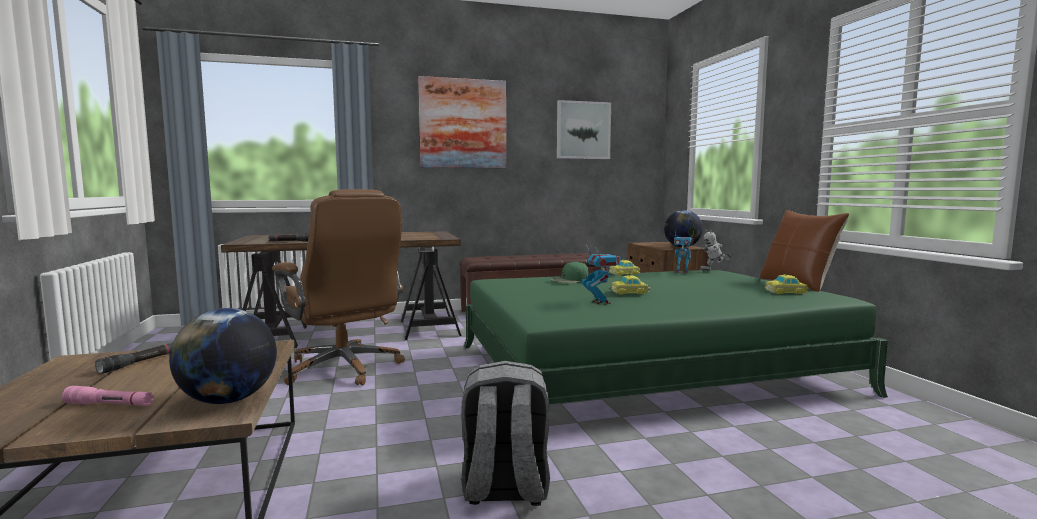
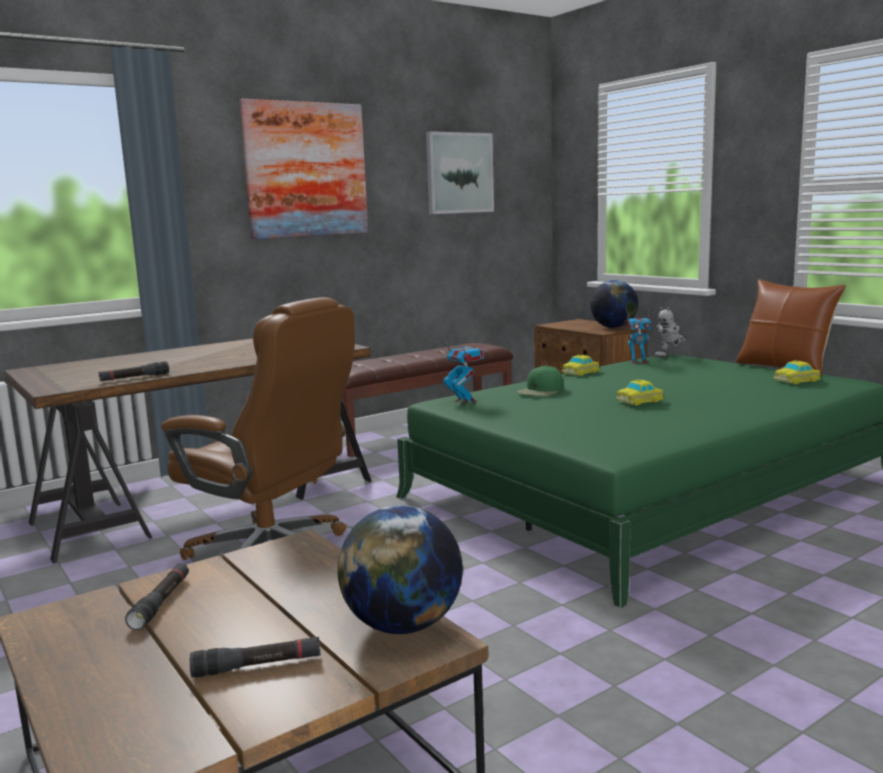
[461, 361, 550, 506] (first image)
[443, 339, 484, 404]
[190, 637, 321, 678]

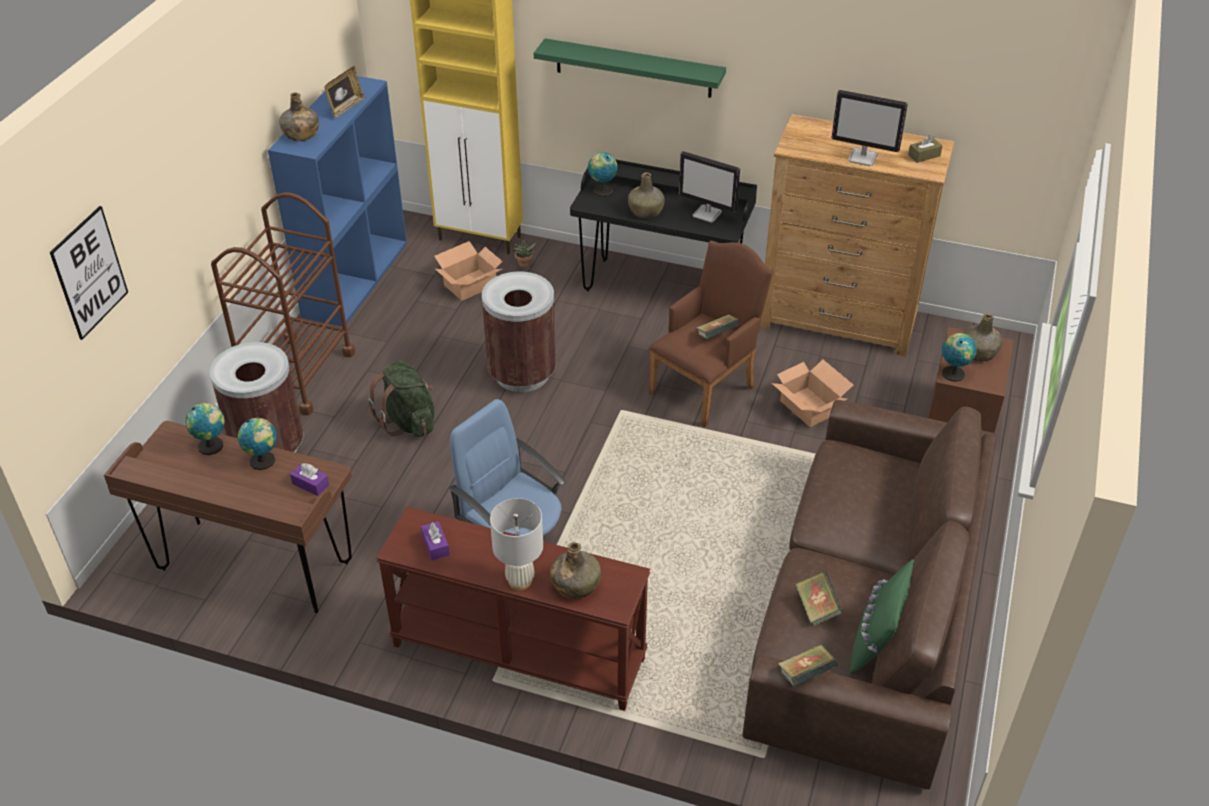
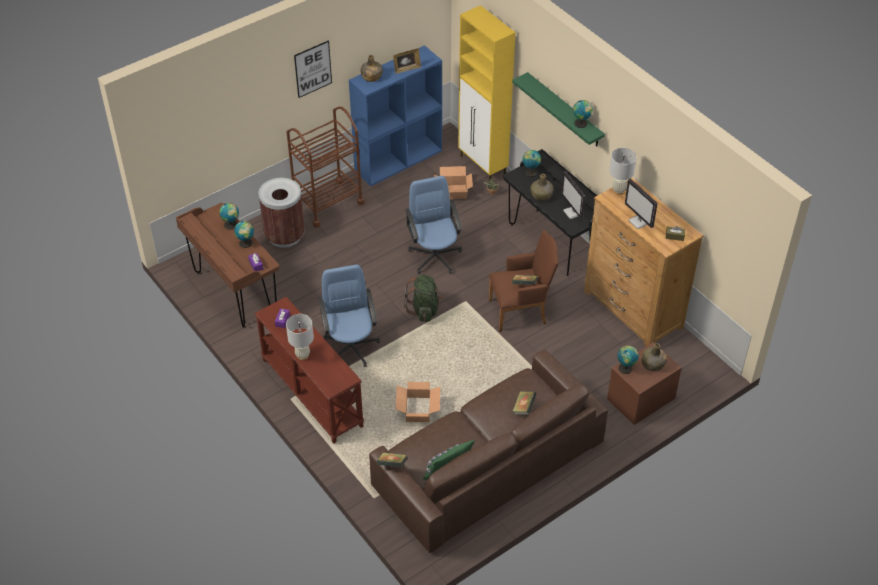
[550, 542, 601, 598] (first image)
[573, 100, 593, 128]
[609, 148, 636, 195]
[294, 41, 332, 98]
[404, 275, 442, 322]
[396, 382, 440, 422]
[512, 391, 536, 415]
[405, 176, 463, 274]

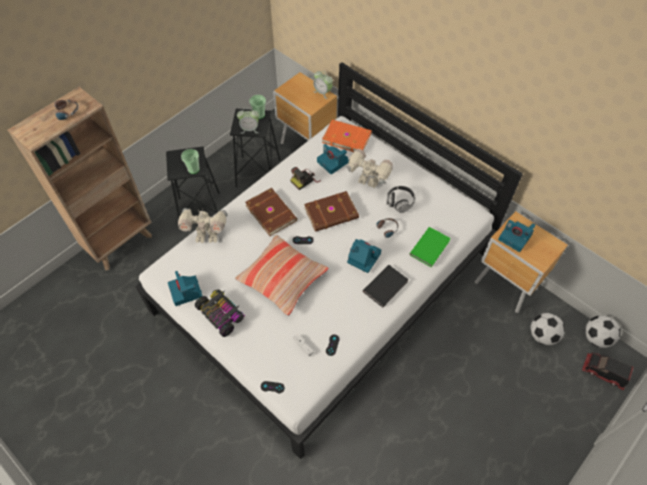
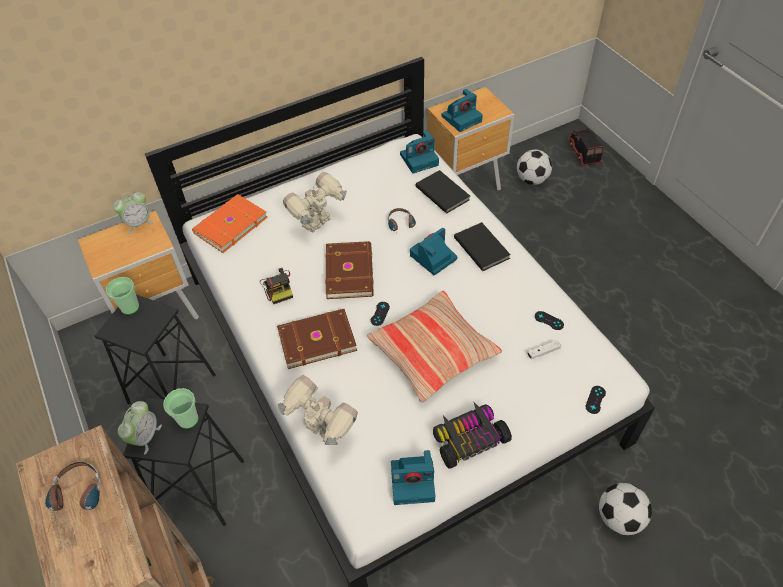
[387, 186, 415, 213] (first image)
[118, 401, 162, 454]
[400, 130, 439, 174]
[599, 483, 652, 535]
[415, 170, 470, 214]
[278, 375, 358, 445]
[567, 128, 603, 166]

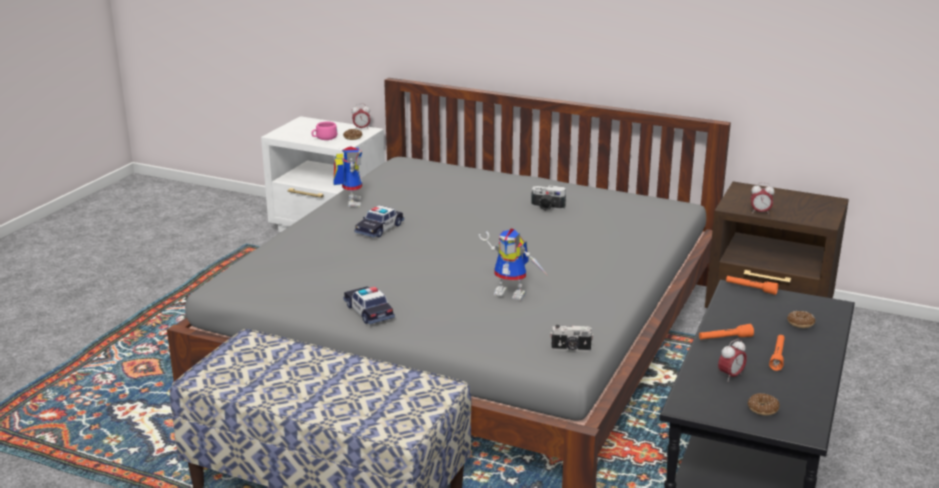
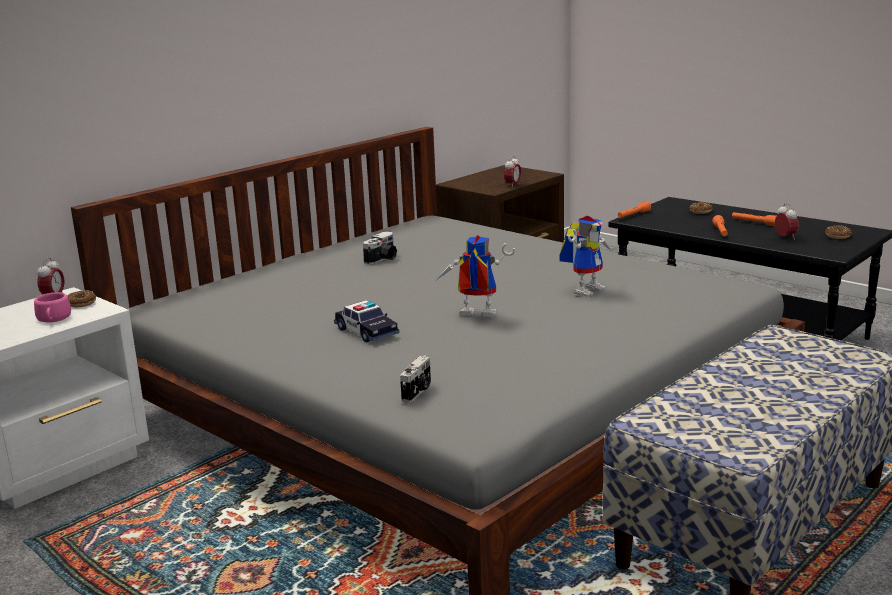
[343, 286, 395, 324] (first image)
[434, 235, 516, 317]
[400, 356, 431, 403]

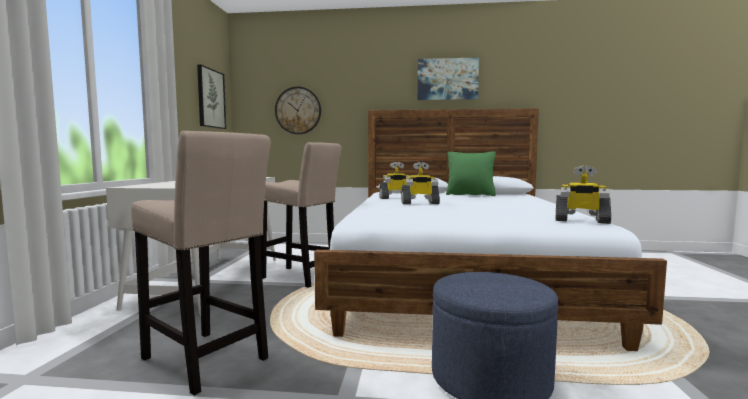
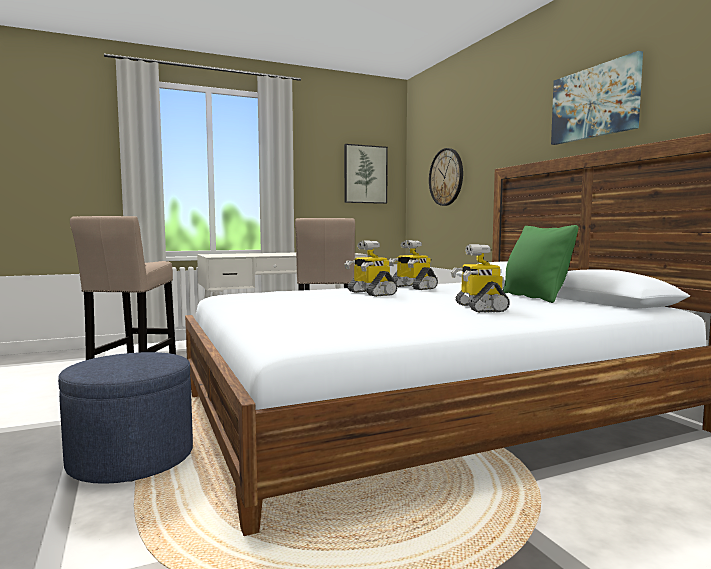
[451, 244, 510, 313]

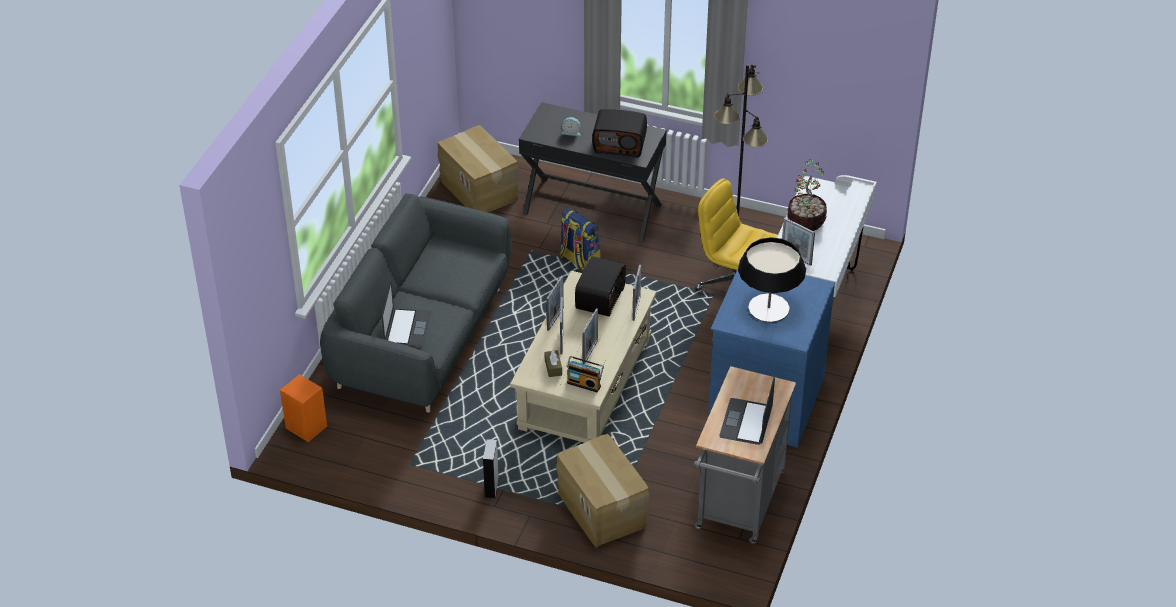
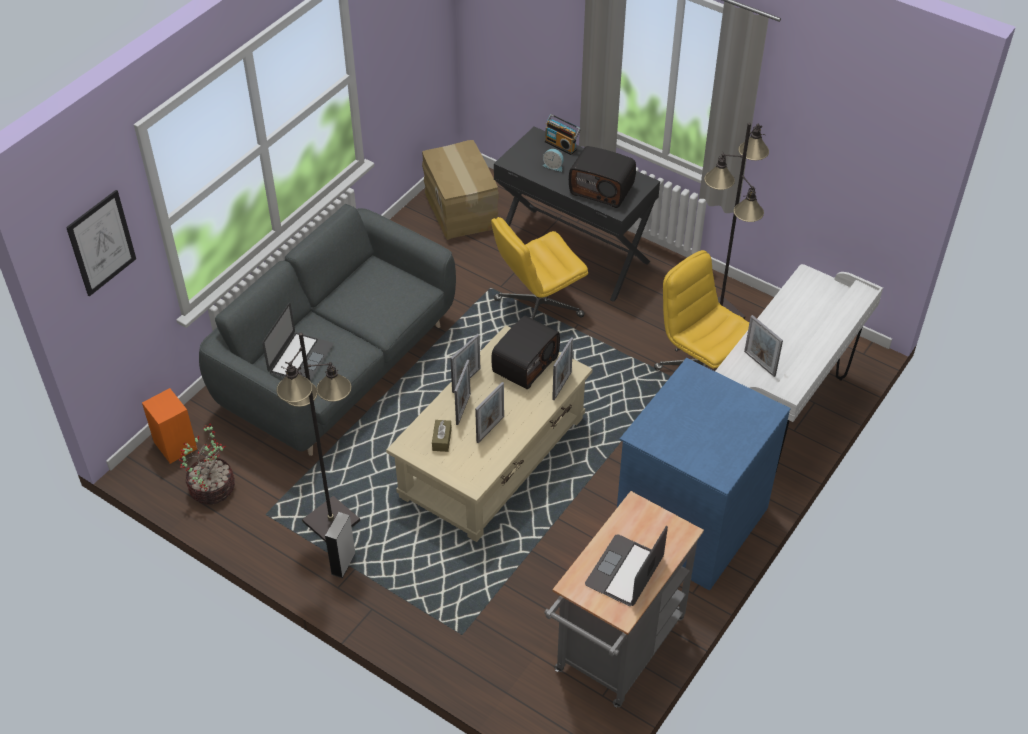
[556, 434, 650, 548] (first image)
[738, 237, 806, 323] (first image)
[66, 190, 136, 297]
[276, 333, 360, 542]
[545, 114, 581, 155]
[179, 424, 235, 505]
[491, 217, 588, 319]

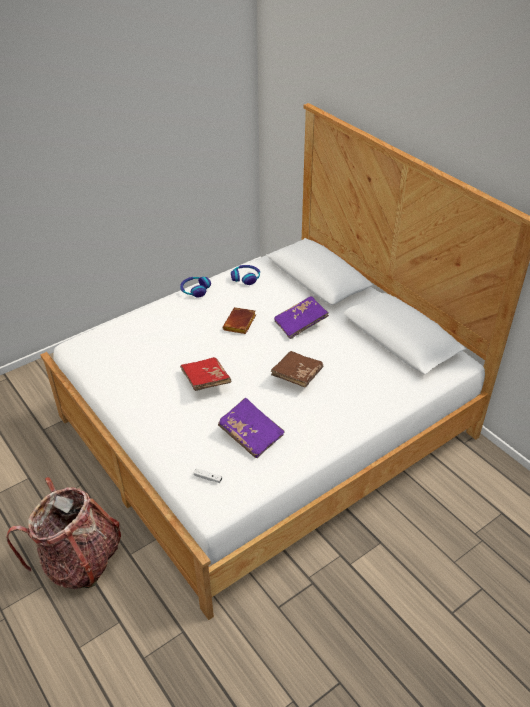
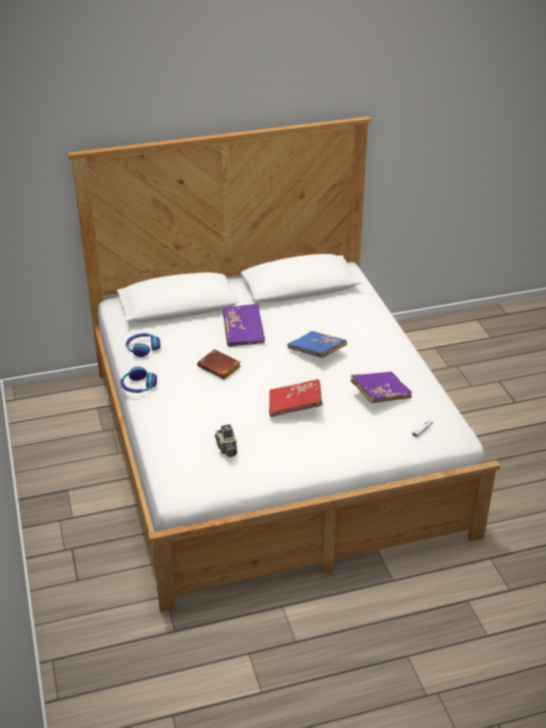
[6, 477, 121, 589] (first image)
[215, 424, 238, 458]
[287, 331, 347, 358]

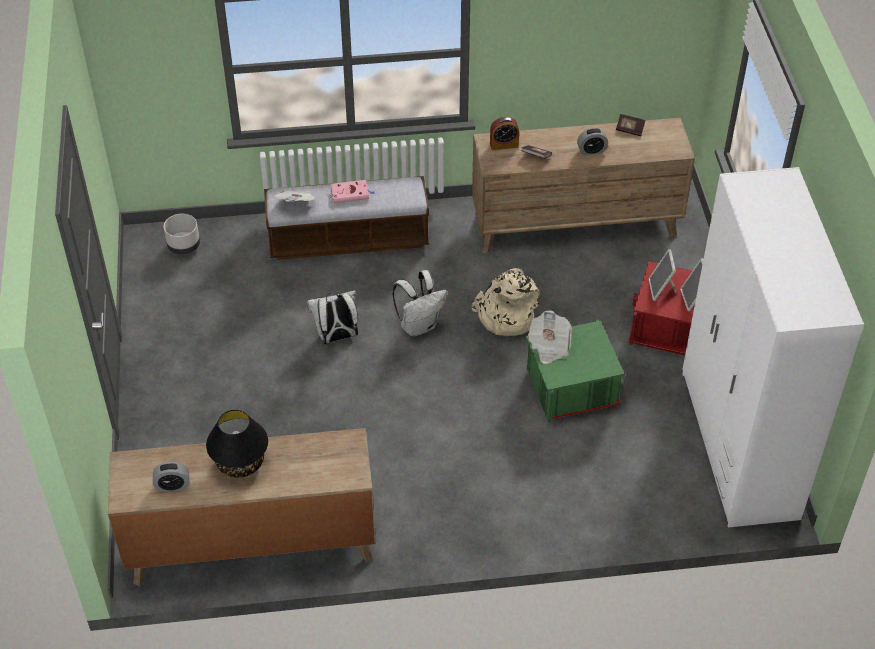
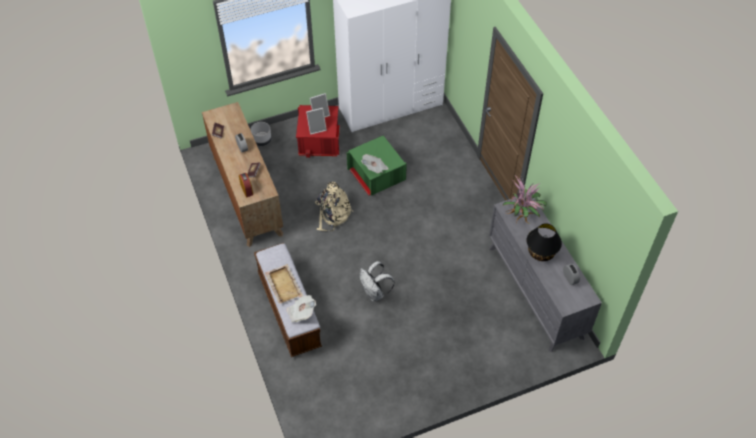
[392, 270, 447, 336] (first image)
[502, 177, 547, 223]
[250, 122, 272, 146]
[265, 264, 303, 304]
[489, 193, 602, 352]

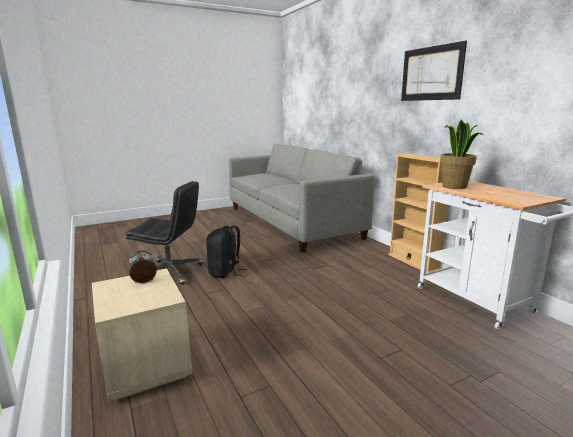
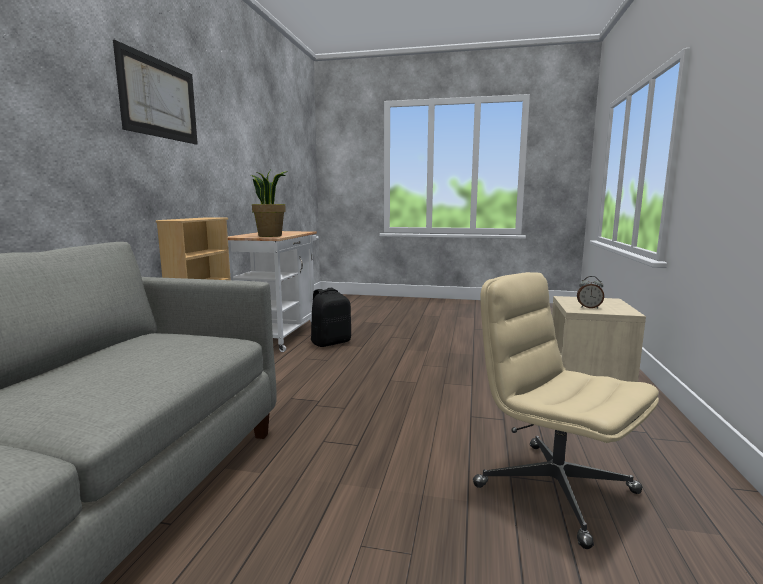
[311, 288, 351, 347]
[473, 272, 659, 549]

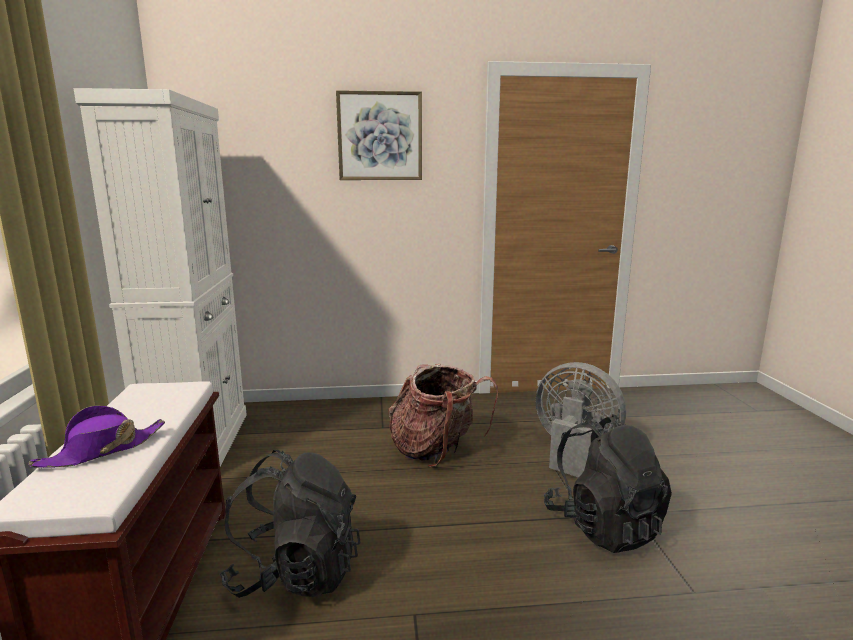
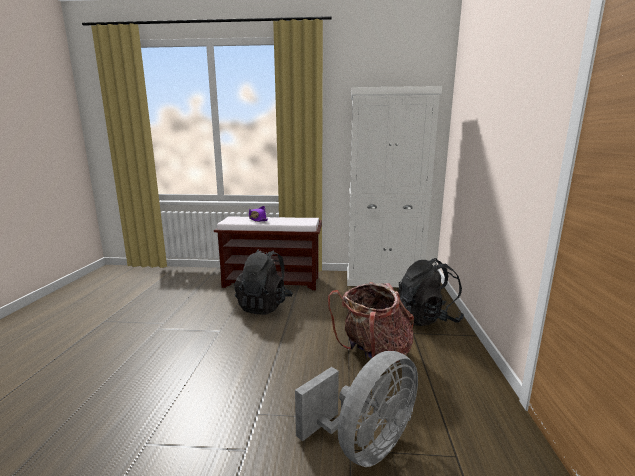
[336, 90, 422, 180] (first image)
[399, 258, 464, 326]

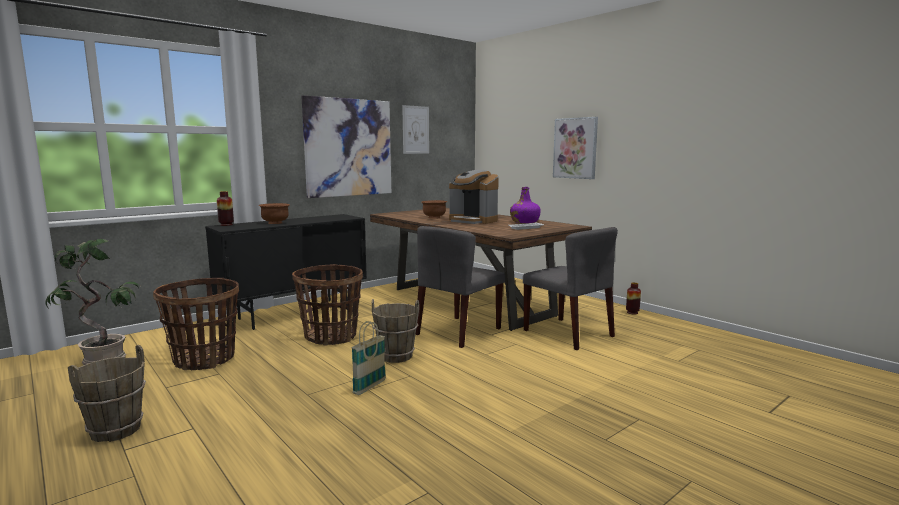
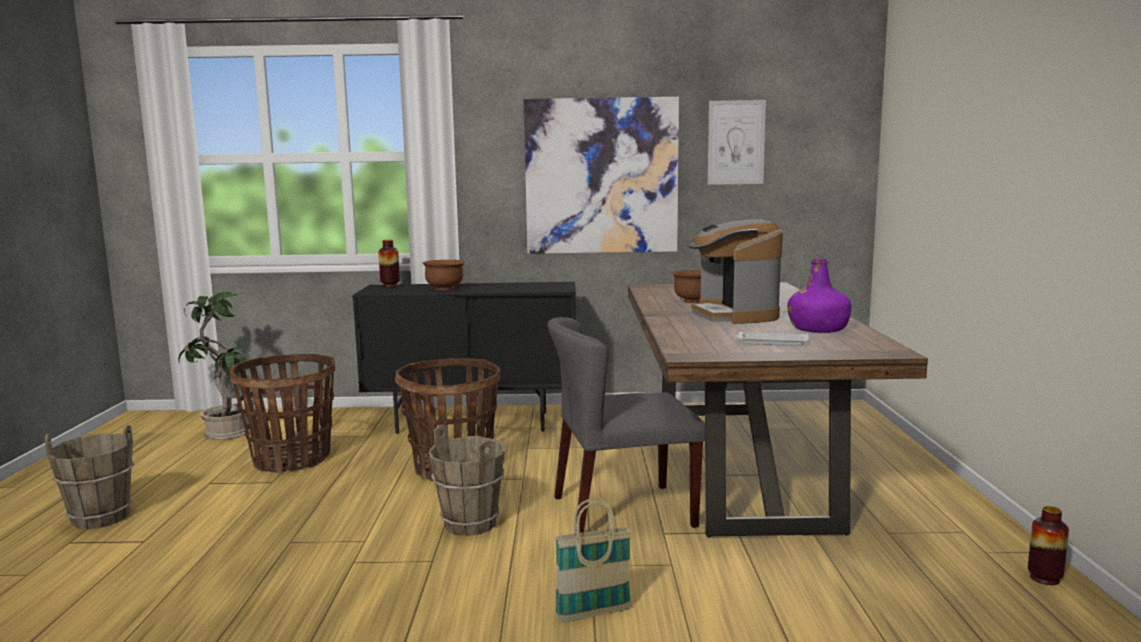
[523, 227, 618, 350] (first image)
[553, 117, 598, 179] (first image)
[555, 498, 632, 622]

